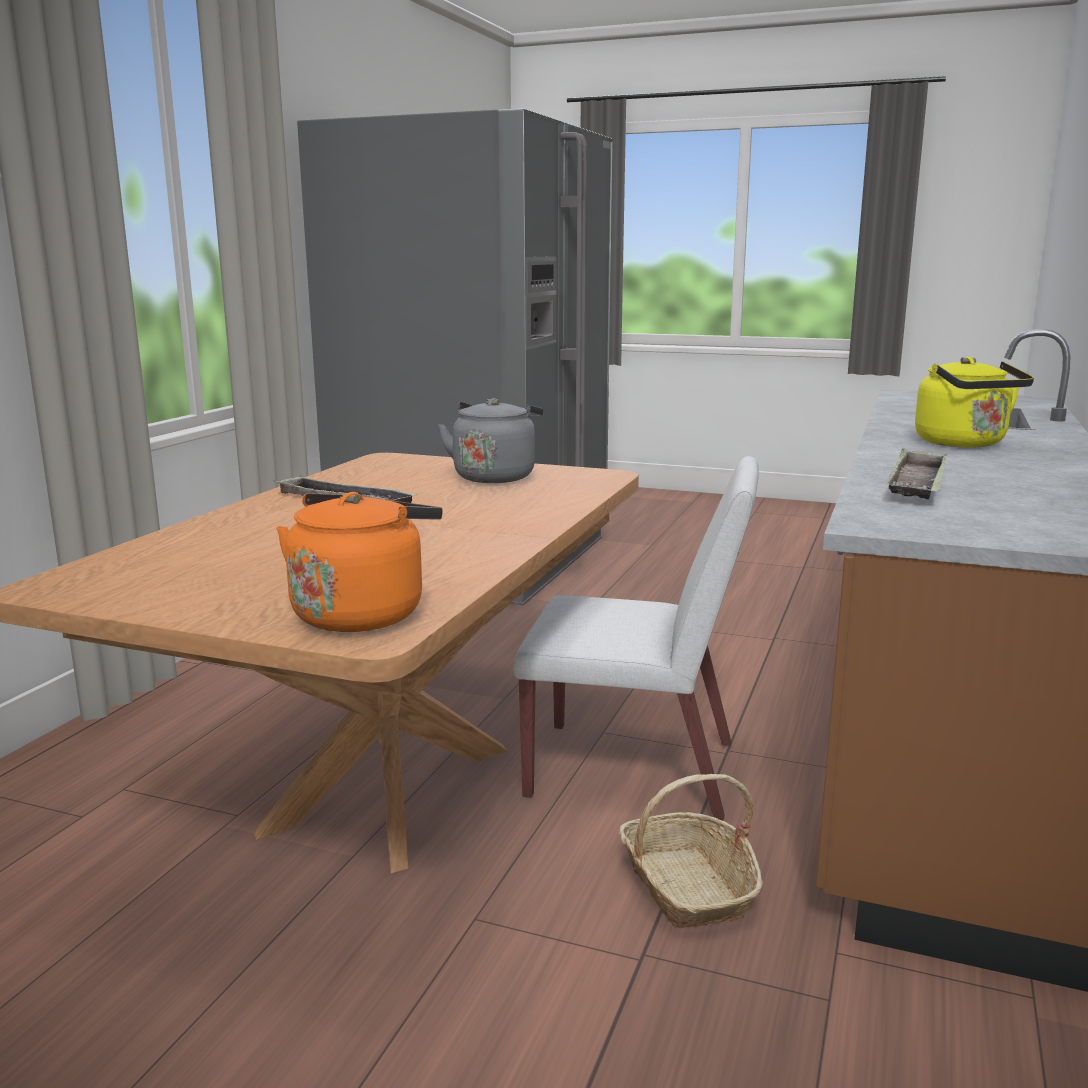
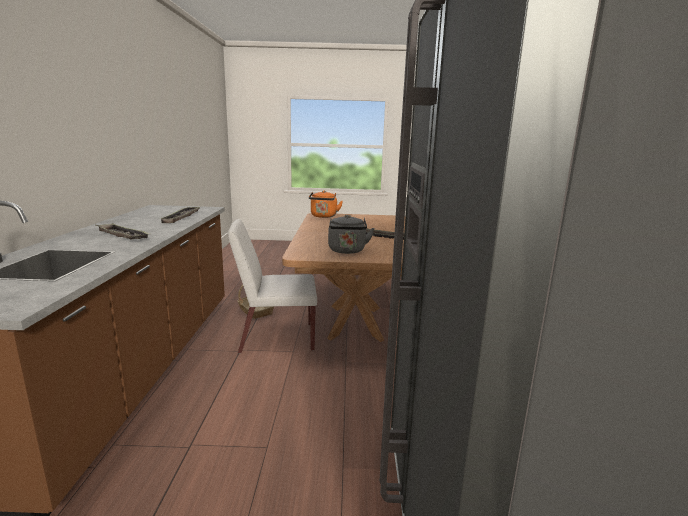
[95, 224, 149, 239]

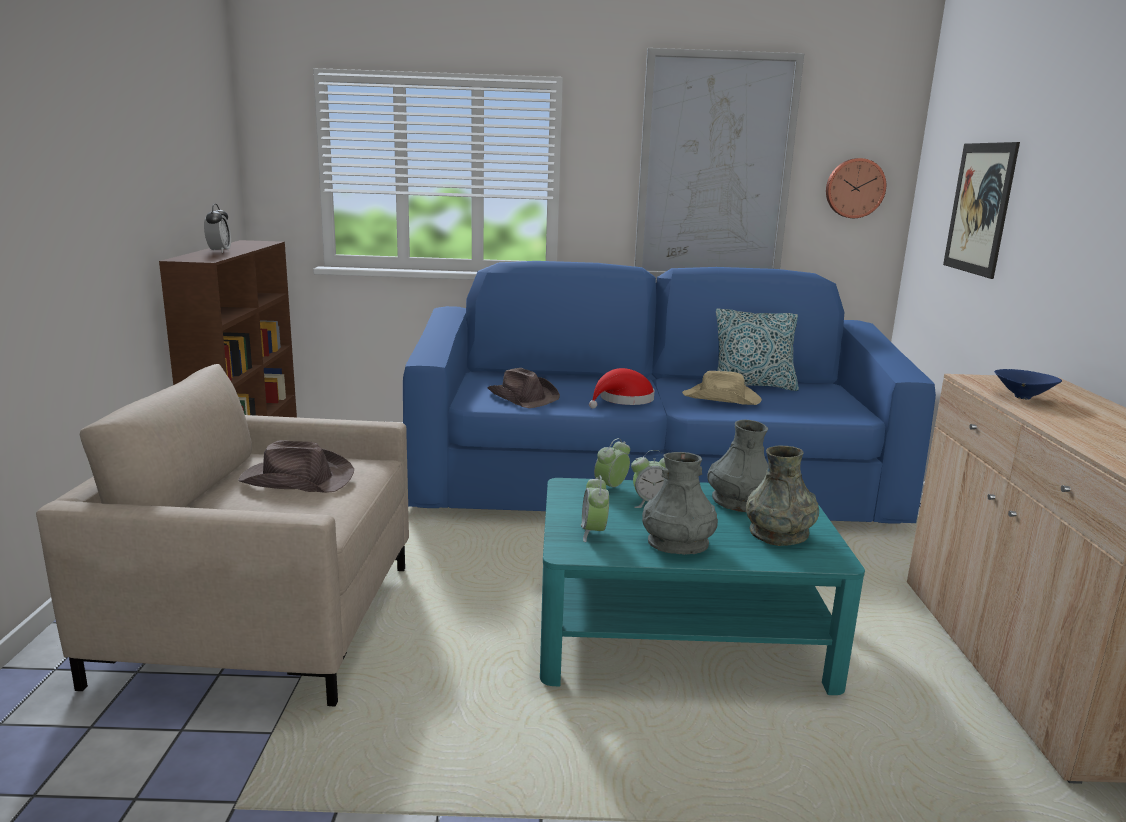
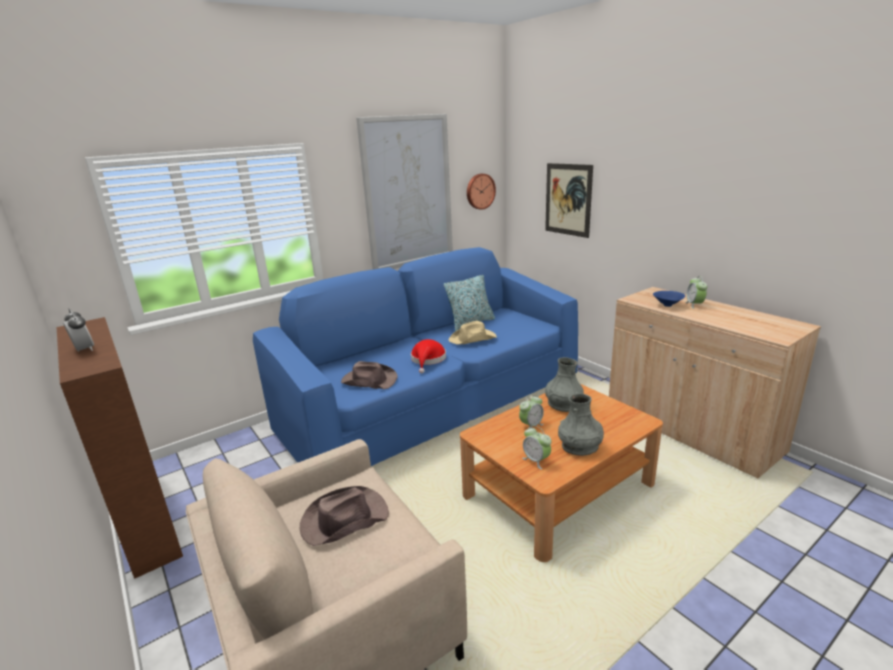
[746, 445, 819, 546] (first image)
[685, 276, 707, 309]
[460, 383, 663, 562]

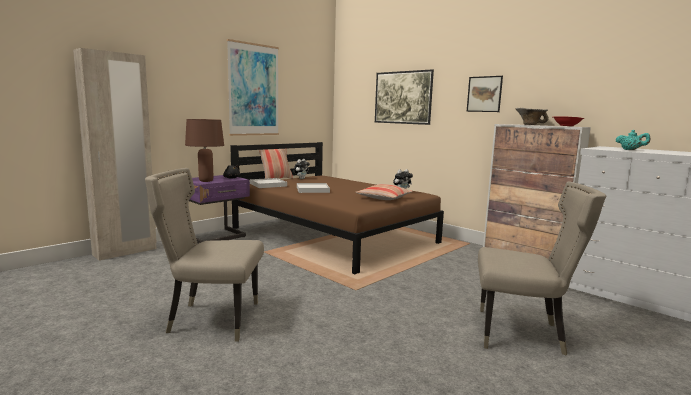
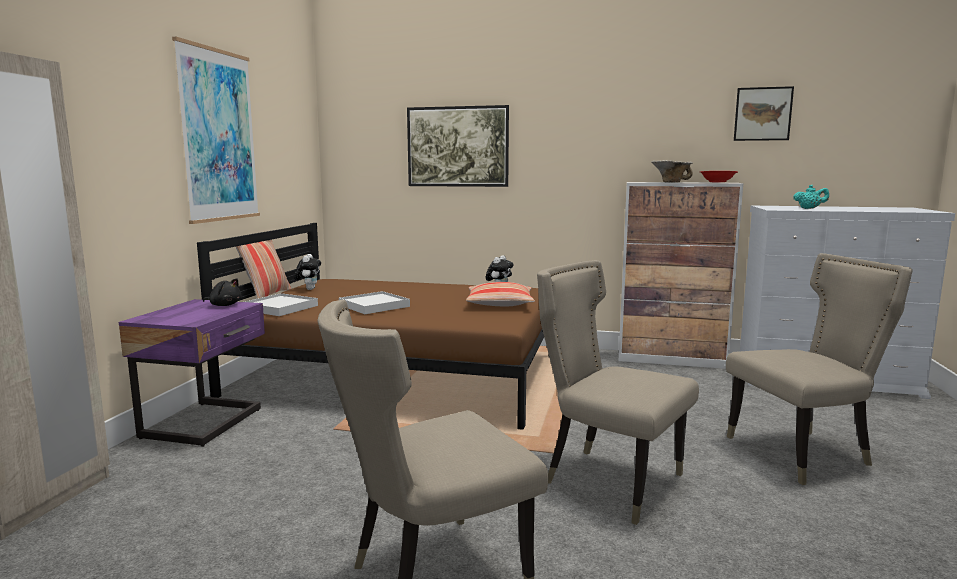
[185, 119, 224, 182] (first image)
[537, 260, 699, 525]
[734, 86, 794, 141]

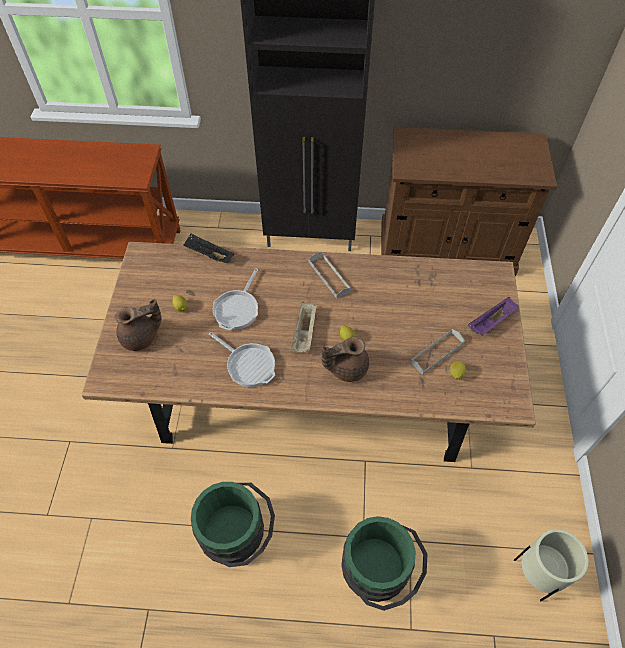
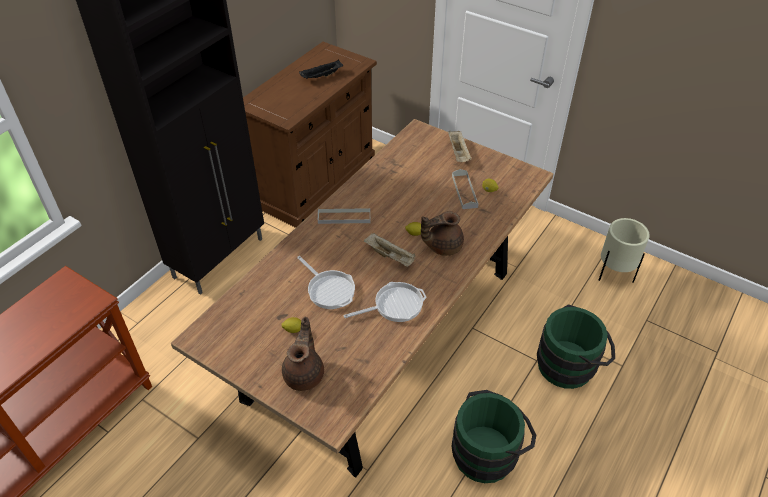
[299, 60, 343, 79]
[448, 130, 472, 162]
[421, 211, 464, 256]

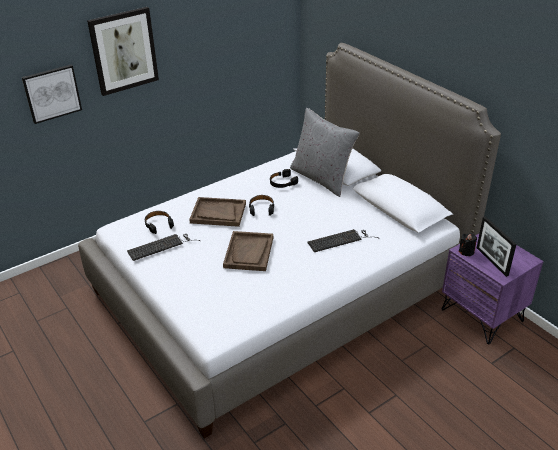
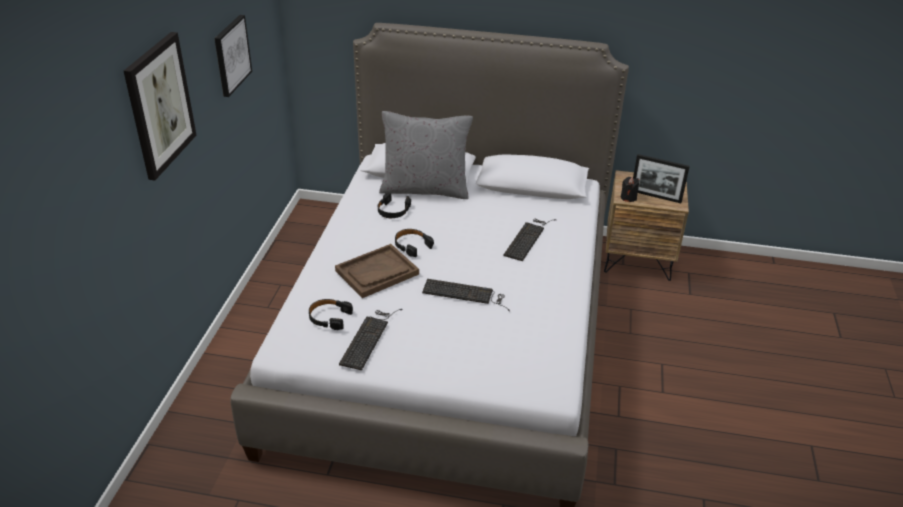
[214, 15, 252, 97]
[422, 279, 510, 312]
[604, 170, 689, 281]

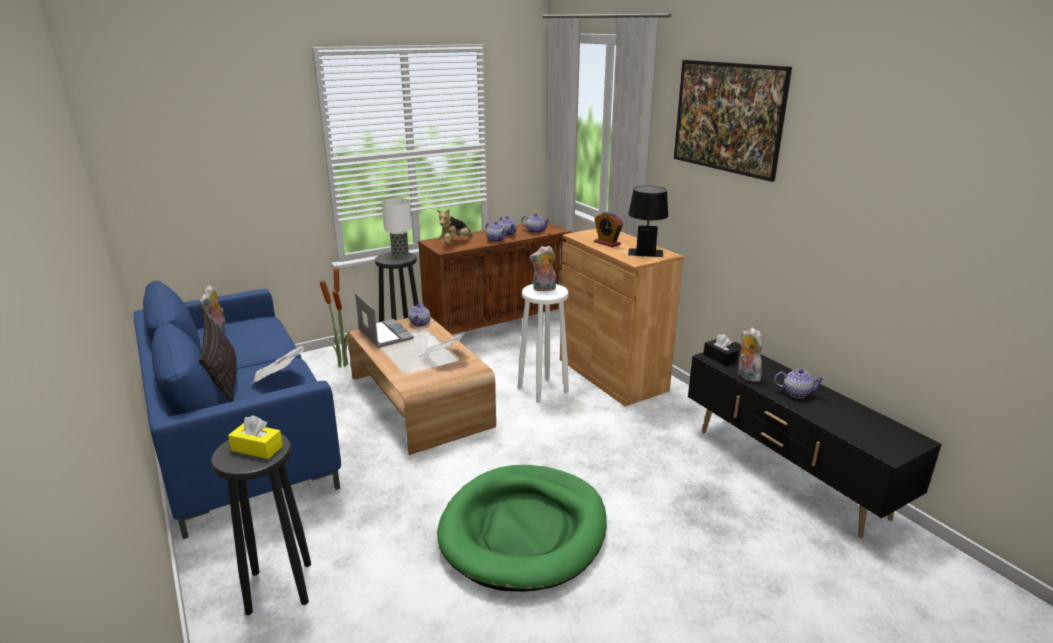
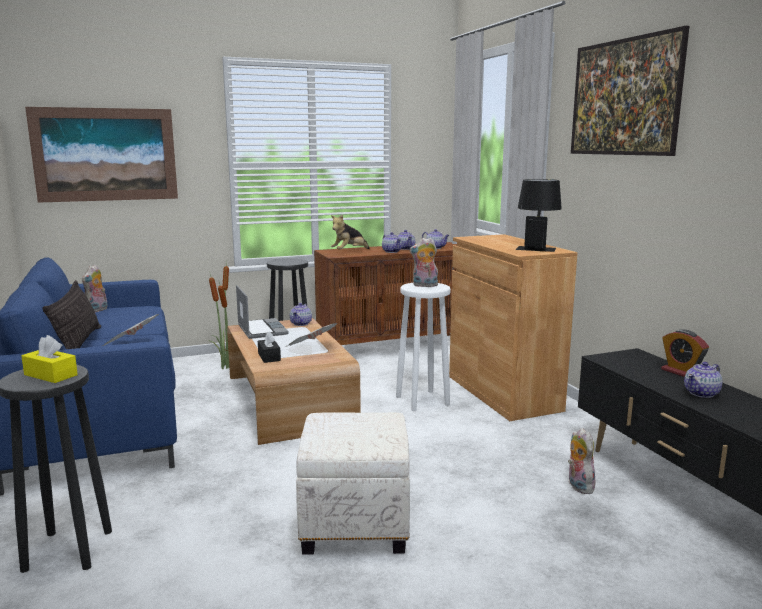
[382, 198, 412, 258] (first image)
[25, 107, 178, 203]
[661, 329, 709, 377]
[258, 331, 281, 363]
[568, 428, 595, 494]
[296, 412, 410, 554]
[684, 362, 723, 398]

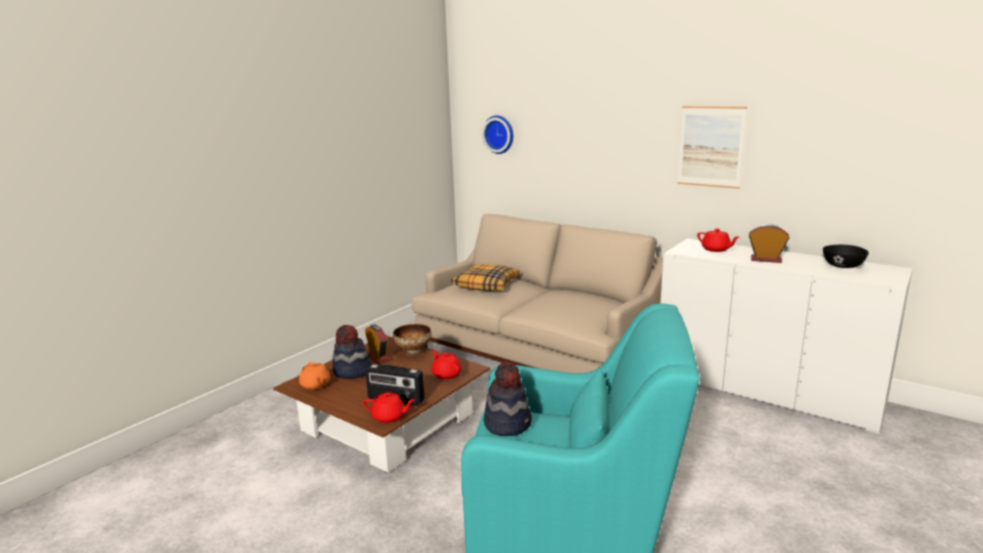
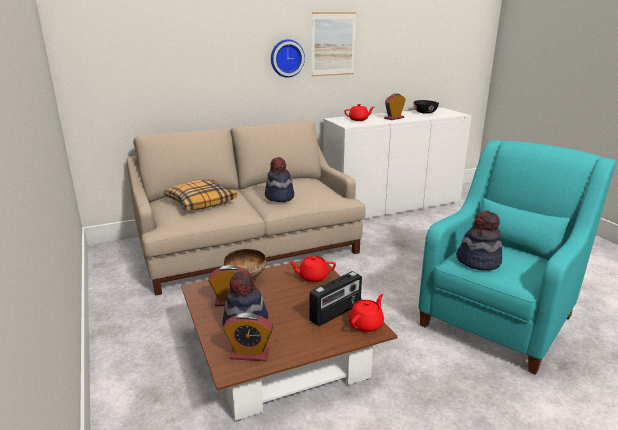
[265, 157, 294, 202]
[271, 39, 305, 78]
[223, 313, 273, 361]

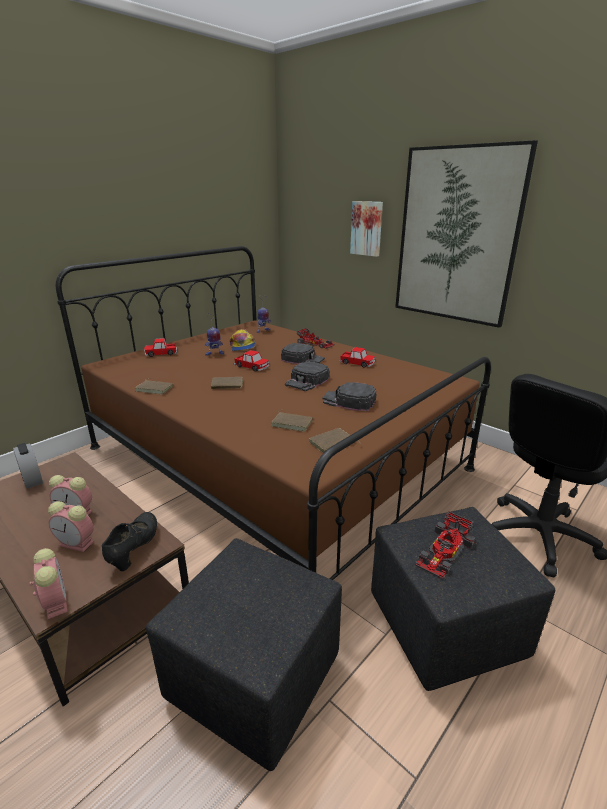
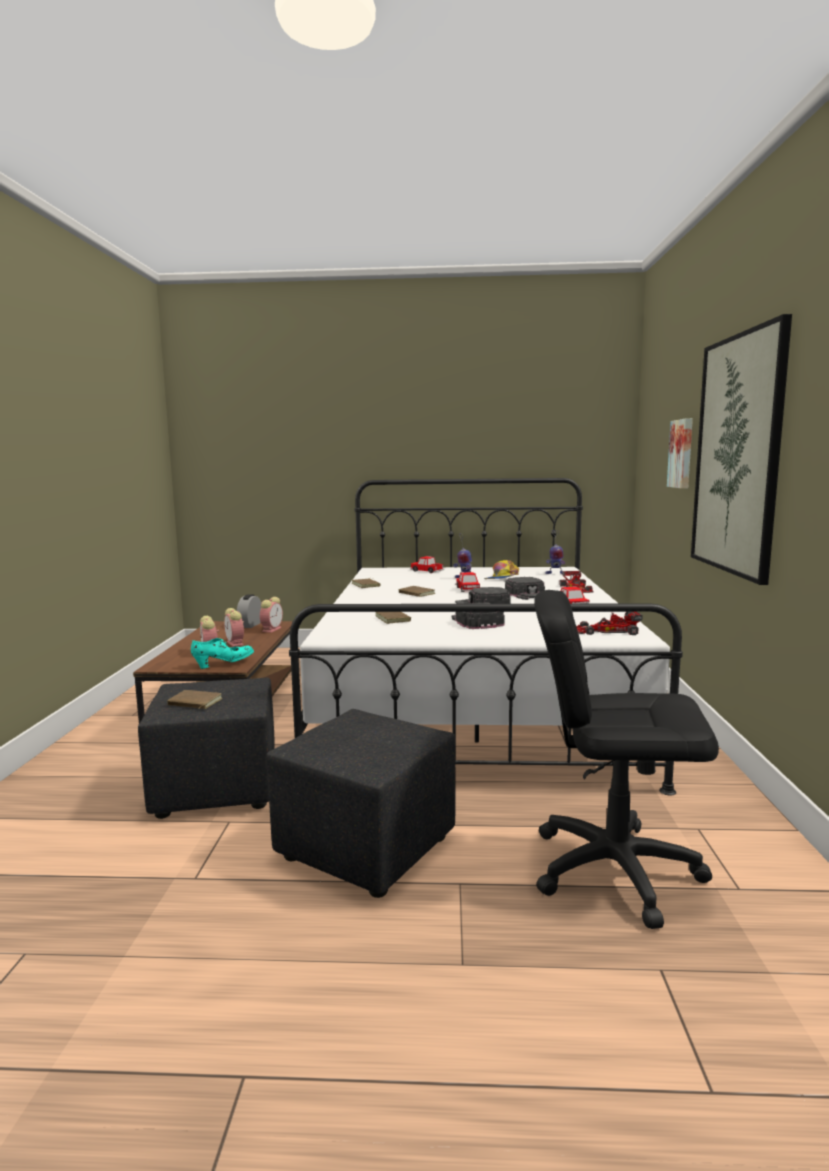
[260, 597, 283, 633]
[167, 690, 223, 709]
[576, 612, 643, 635]
[289, 478, 683, 796]
[191, 638, 254, 669]

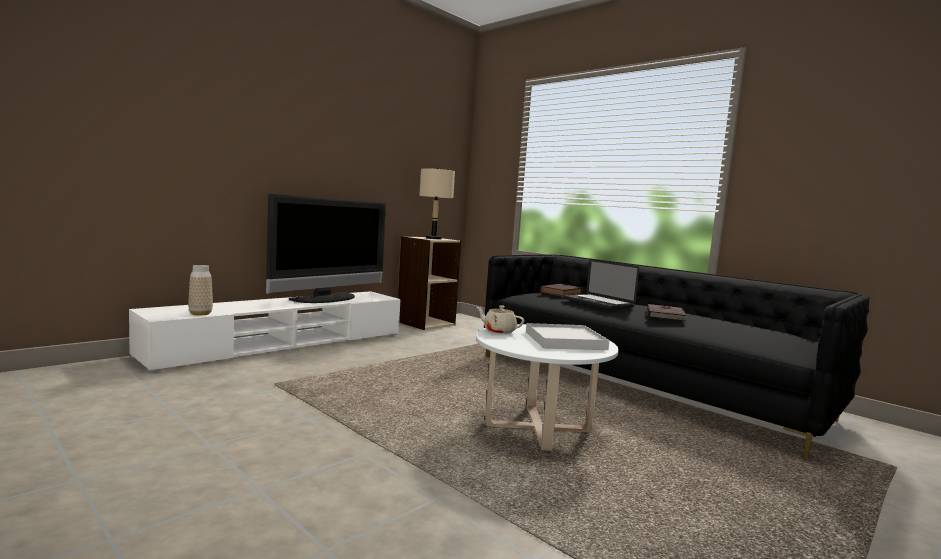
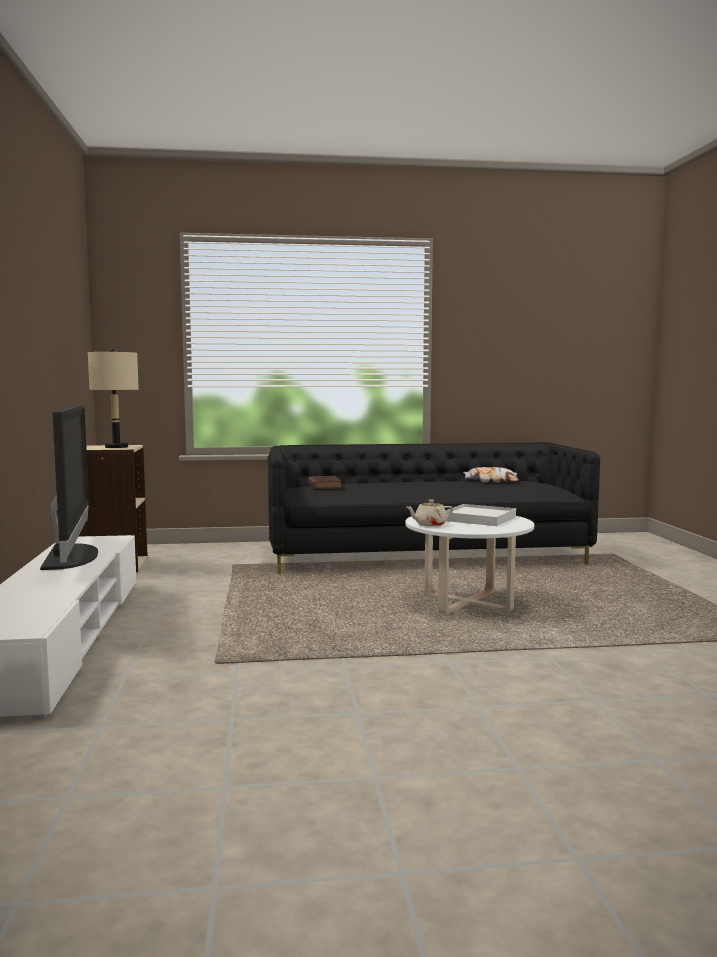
[188, 265, 213, 316] (first image)
[563, 259, 640, 309] (first image)
[647, 304, 687, 321] (first image)
[463, 467, 519, 482]

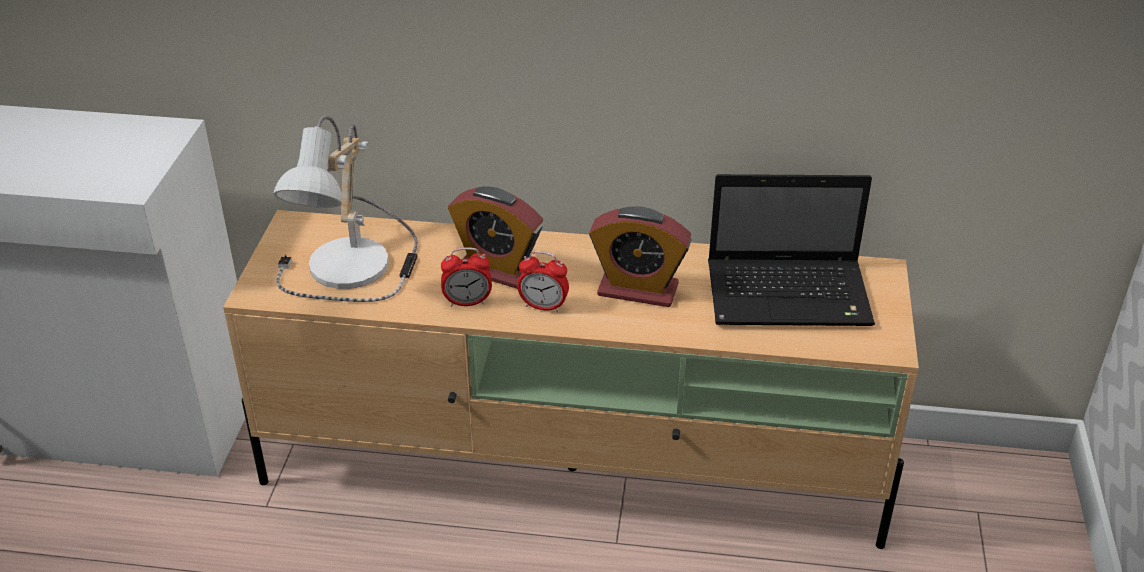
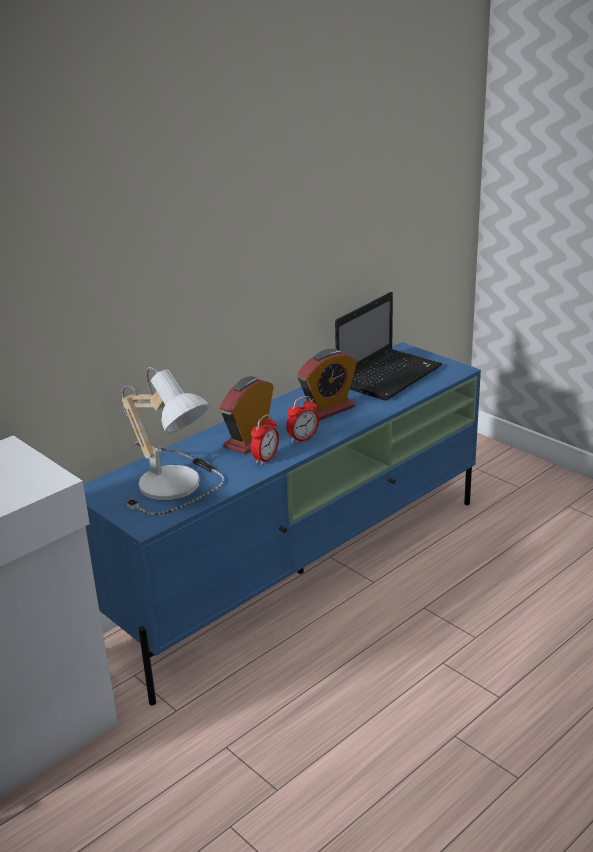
[83, 342, 481, 705]
[220, 376, 274, 455]

